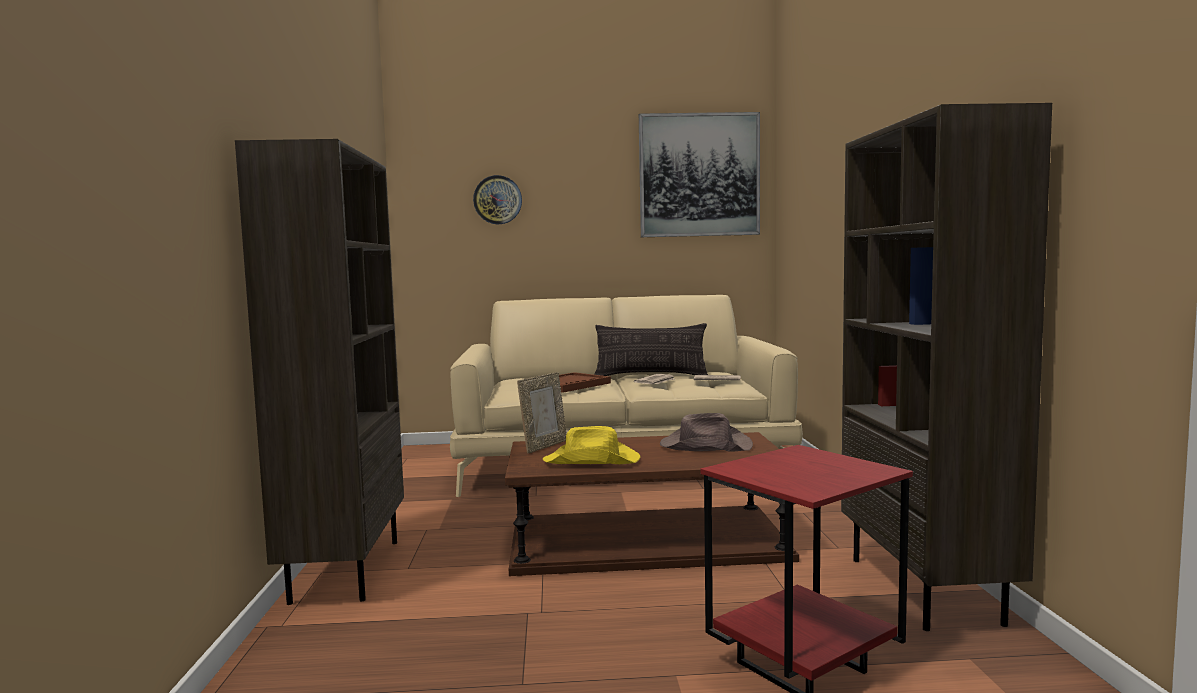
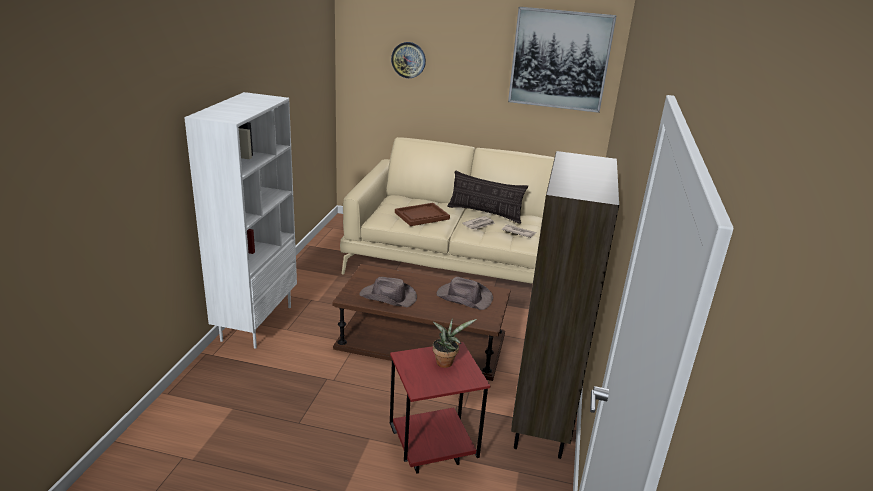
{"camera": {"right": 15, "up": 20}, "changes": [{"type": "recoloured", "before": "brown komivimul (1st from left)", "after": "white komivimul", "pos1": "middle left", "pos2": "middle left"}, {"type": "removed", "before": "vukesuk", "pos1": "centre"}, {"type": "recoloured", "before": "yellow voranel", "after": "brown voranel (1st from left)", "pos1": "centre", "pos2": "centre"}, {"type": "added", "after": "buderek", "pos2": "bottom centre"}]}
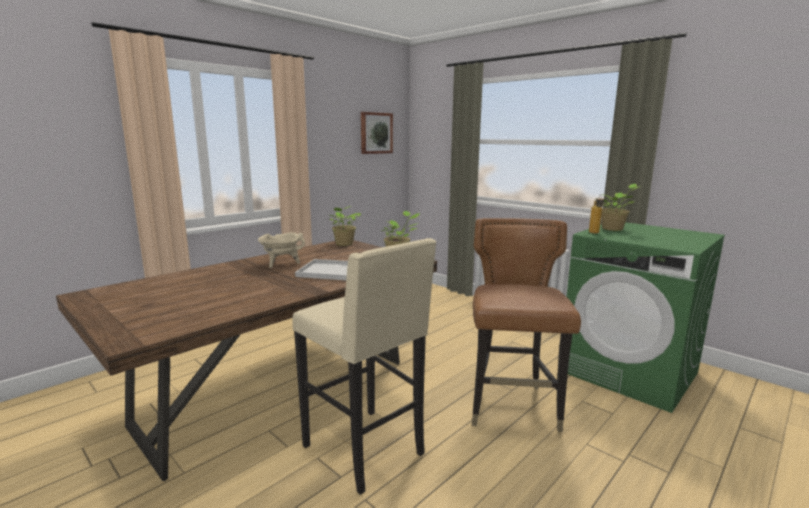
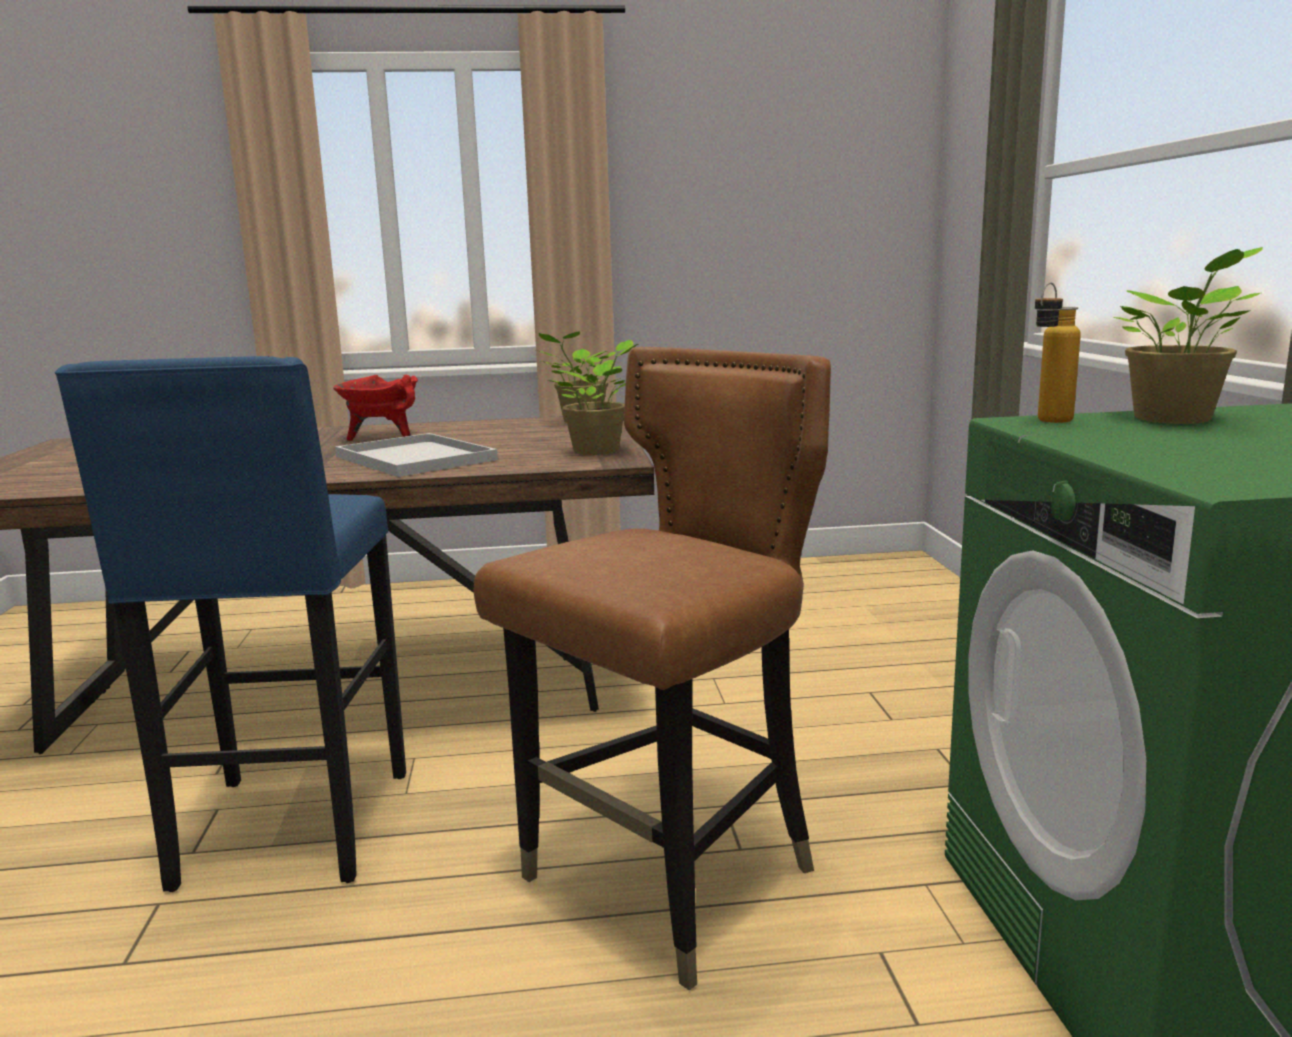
{"camera": {"right": 40, "up": 0}, "changes": [{"type": "recoloured", "before": "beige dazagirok", "after": "red dazagirok", "pos1": "centre", "pos2": "middle left"}, {"type": "recoloured", "before": "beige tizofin", "after": "blue tizofin", "pos1": "bottom centre", "pos2": "middle left"}, {"type": "removed", "before": "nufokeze", "pos1": "top centre"}]}
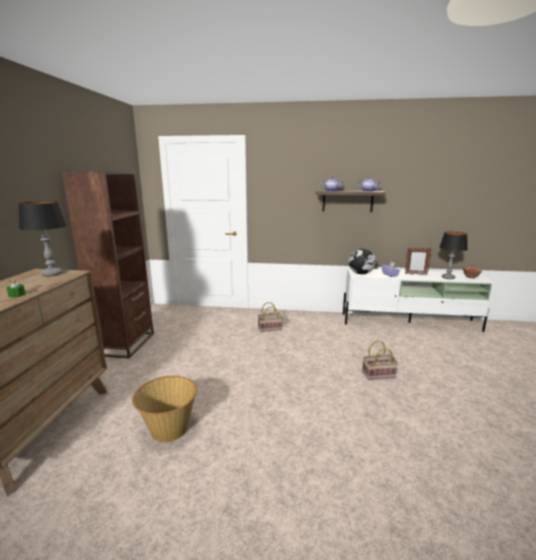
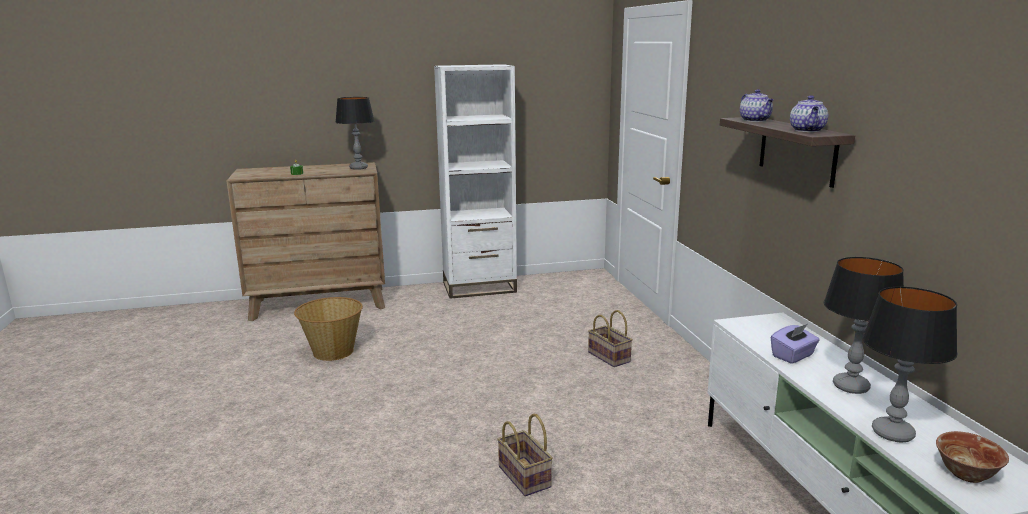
{"camera": {"right": 70, "up": 0}, "changes": [{"type": "recoloured", "before": "brown komivimul", "after": "white komivimul", "pos1": "middle left", "pos2": "centre"}, {"type": "removed", "before": "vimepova", "pos1": "middle right"}, {"type": "replaced", "before": "vukesuk", "after": "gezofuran (2nd from left)", "pos1": "middle right", "pos2": "middle right"}]}
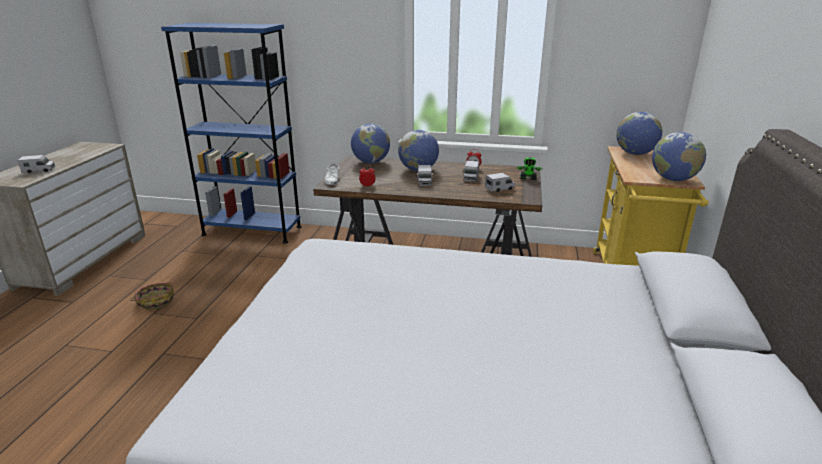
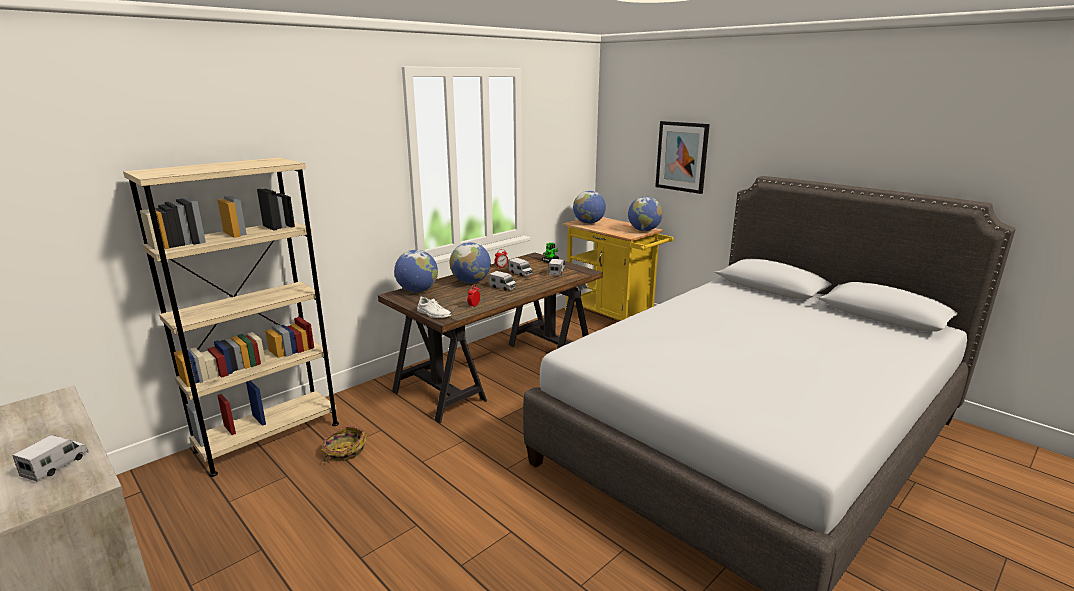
{"camera": {"right": -55, "up": -5}, "changes": [{"type": "moved", "before": "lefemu", "pos1": "middle left", "pos2": "bottom left"}, {"type": "recoloured", "before": "blue komivimul", "after": "beige komivimul", "pos1": "top left", "pos2": "middle left"}, {"type": "added", "after": "nufokeze", "pos2": "top centre"}]}
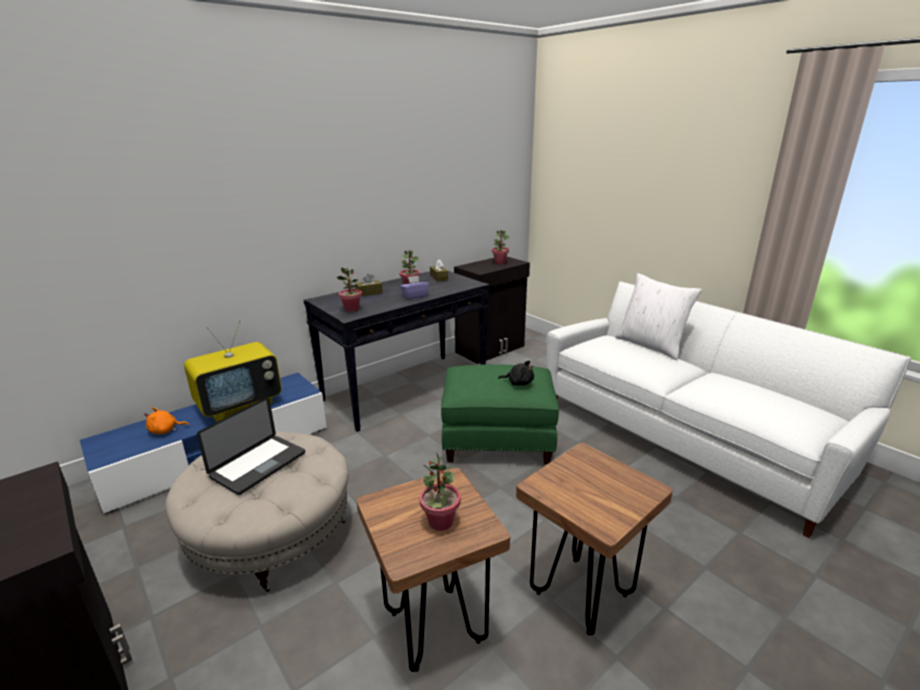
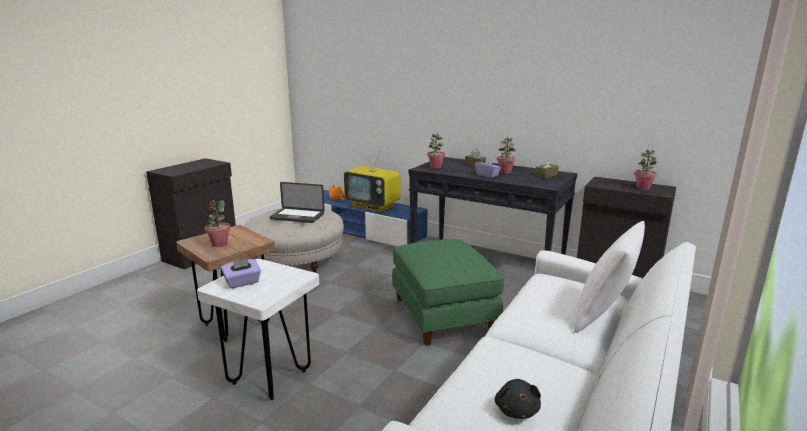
{"camera": {"right": 70, "up": -5}, "changes": [{"type": "moved", "before": "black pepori", "pos1": "centre", "pos2": "bottom centre"}, {"type": "recoloured", "before": "brown tizofin (2nd from left)", "after": "white tizofin", "pos1": "bottom centre", "pos2": "bottom left"}, {"type": "added", "after": "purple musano (1st from left)", "pos2": "middle left"}]}
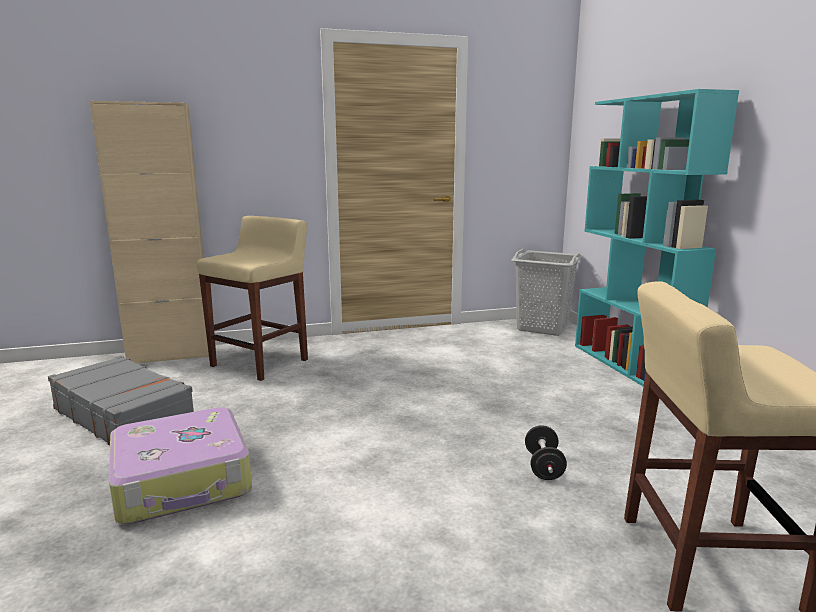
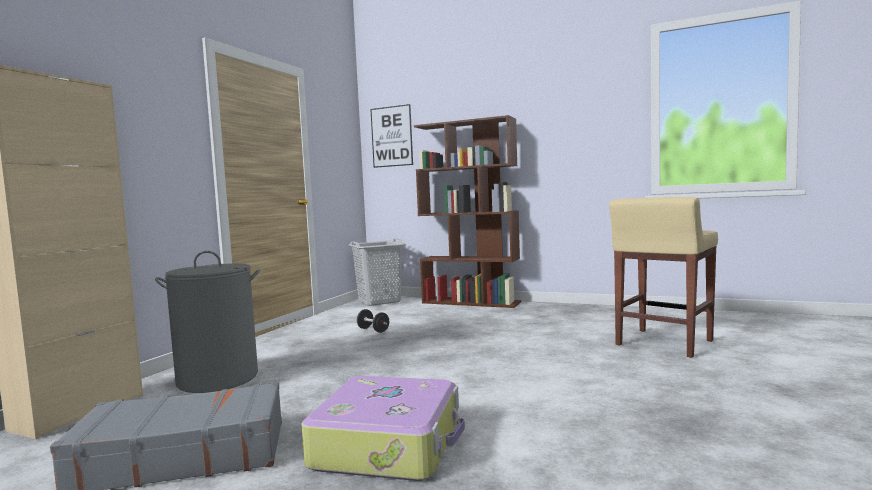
{"camera": {"right": -50, "up": -10}, "changes": [{"type": "replaced", "before": "beige tizofin (1st from left)", "after": "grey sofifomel (1st from left)", "pos1": "middle left", "pos2": "middle left"}, {"type": "moved", "before": "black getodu", "pos1": "bottom right", "pos2": "centre"}, {"type": "recoloured", "before": "turquoise komivimul", "after": "brown komivimul", "pos1": "middle right", "pos2": "centre"}, {"type": "added", "after": "nufokeze", "pos2": "top centre"}]}
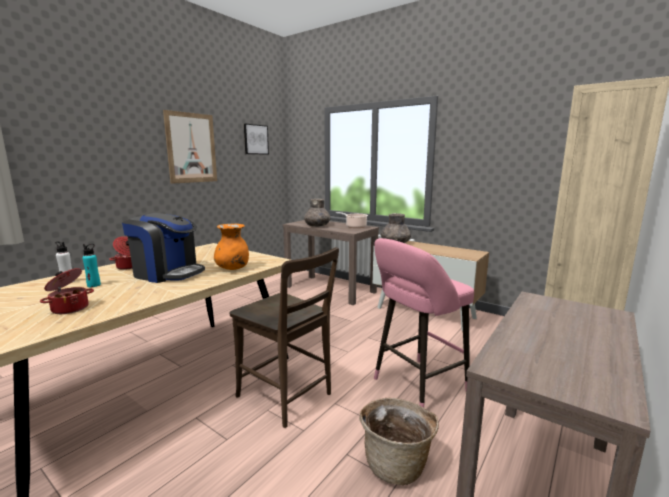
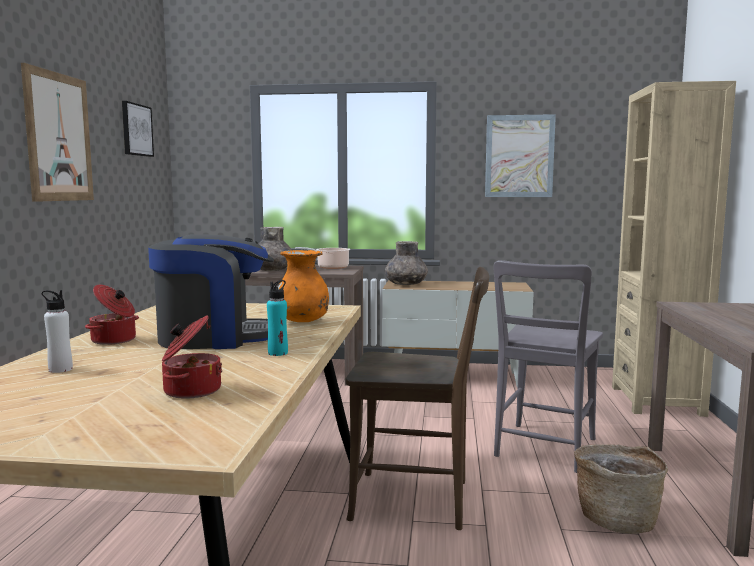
{"camera": {"right": -30, "up": -5}, "changes": [{"type": "moved", "before": "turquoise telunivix", "pos1": "middle left", "pos2": "centre"}, {"type": "replaced", "before": "pink tizofin", "after": "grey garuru", "pos1": "centre", "pos2": "middle right"}, {"type": "added", "after": "nufokeze (3rd from left)", "pos2": "top right"}]}
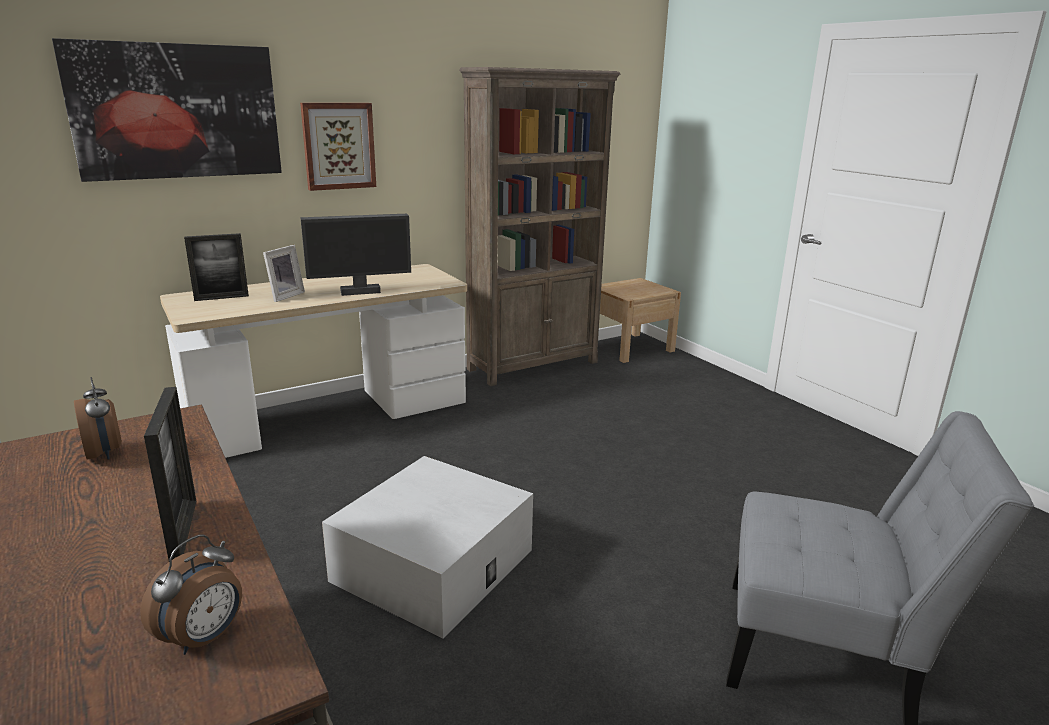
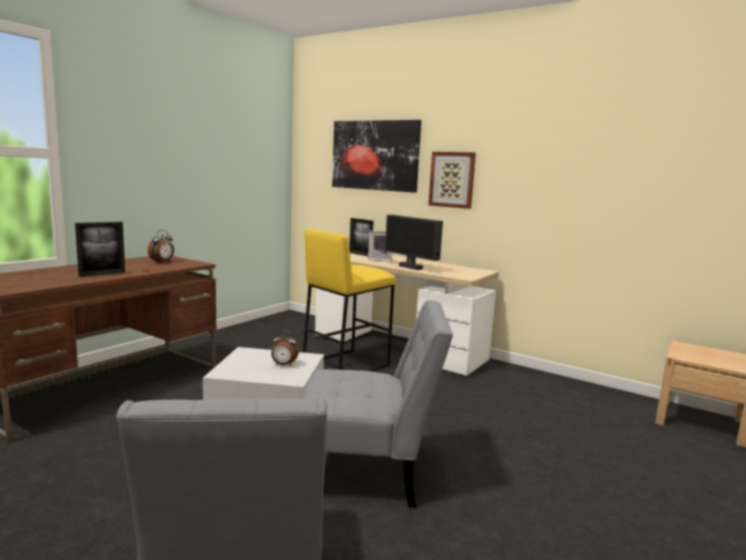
{"camera": {"right": 65, "up": -10}, "changes": [{"type": "moved", "before": "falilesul (2nd from left)", "pos1": "bottom left", "pos2": "centre"}, {"type": "removed", "before": "brown komivimul", "pos1": "top centre"}, {"type": "added", "after": "grey garuru (2nd from left)", "pos2": "bottom centre"}, {"type": "added", "after": "yellow tizofin", "pos2": "centre"}]}
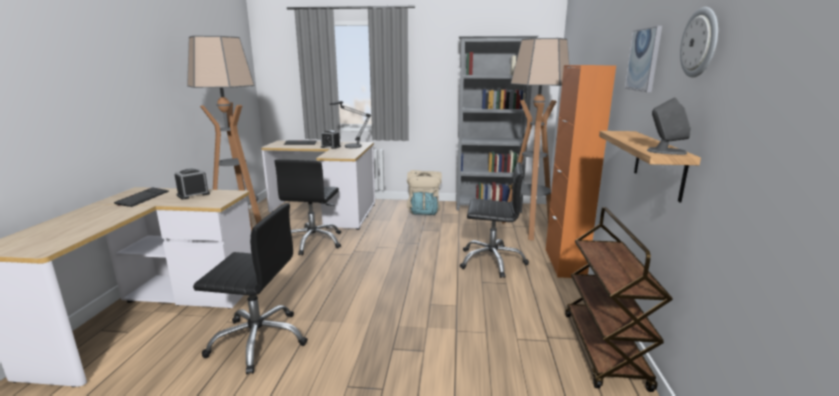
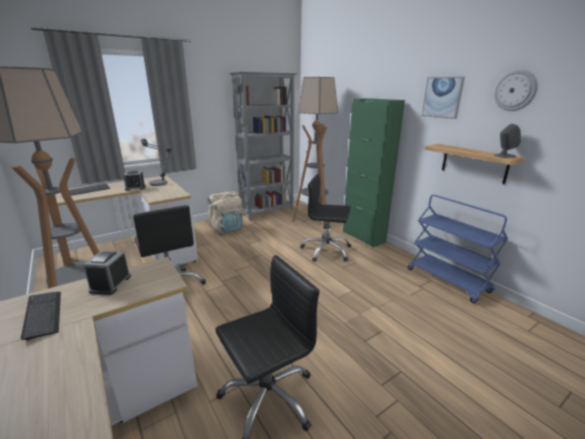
{"camera": {"right": -40, "up": 5}, "changes": [{"type": "turned", "before": "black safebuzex (3rd from left)", "pos1": "centre", "pos2": "centre", "turn": -135}, {"type": "recoloured", "before": "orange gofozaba", "after": "green gofozaba", "pos1": "middle right", "pos2": "centre"}, {"type": "recoloured", "before": "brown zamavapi", "after": "blue zamavapi", "pos1": "bottom right", "pos2": "middle right"}]}
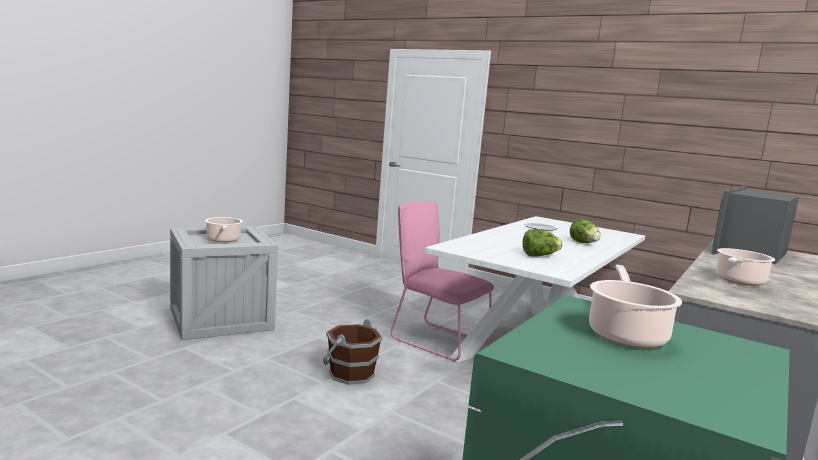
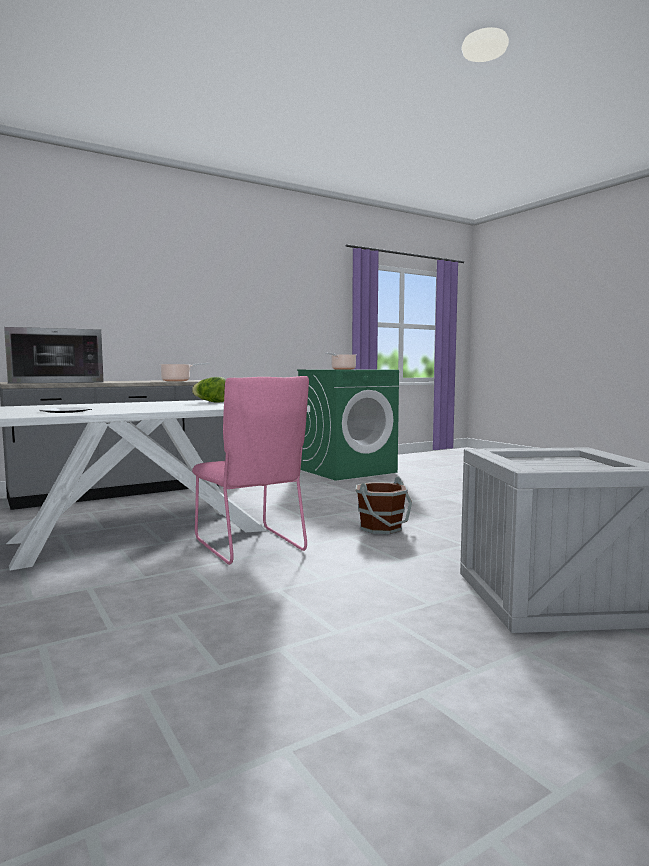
{"camera": {"right": -155, "up": -5}, "changes": [{"type": "removed", "before": "dazagirok (1st from left)", "pos1": "middle left"}, {"type": "removed", "before": "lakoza (2nd from left)", "pos1": "middle right"}]}
